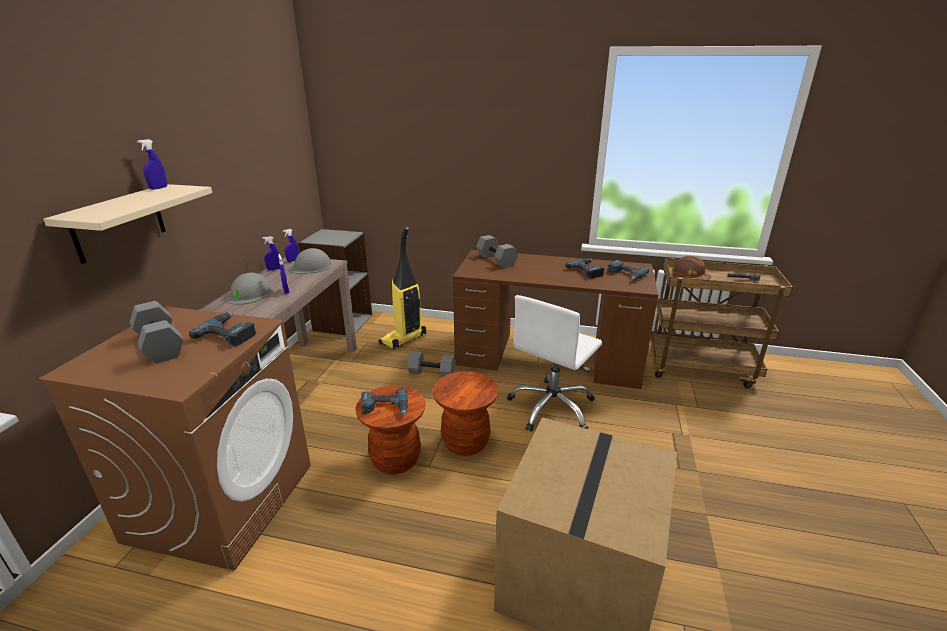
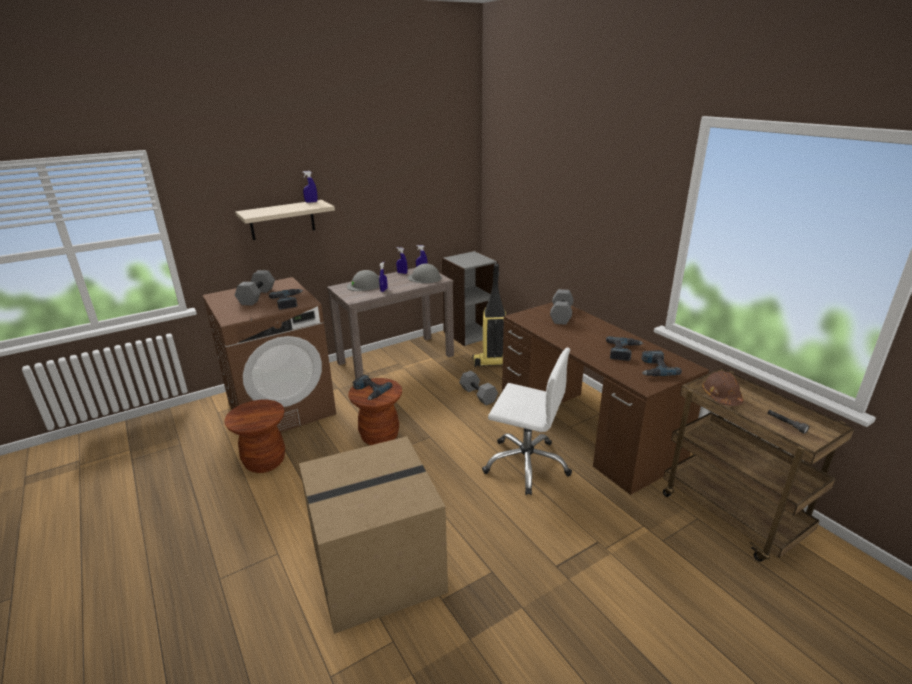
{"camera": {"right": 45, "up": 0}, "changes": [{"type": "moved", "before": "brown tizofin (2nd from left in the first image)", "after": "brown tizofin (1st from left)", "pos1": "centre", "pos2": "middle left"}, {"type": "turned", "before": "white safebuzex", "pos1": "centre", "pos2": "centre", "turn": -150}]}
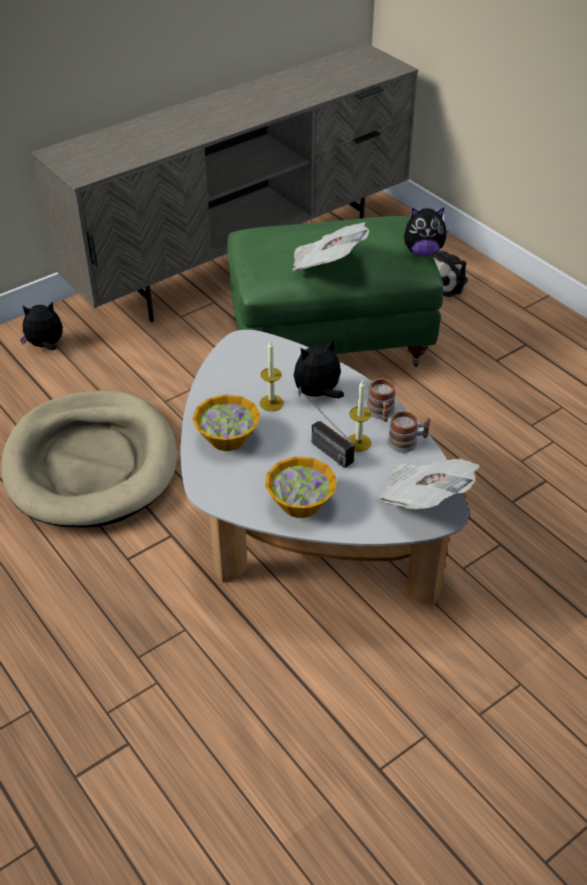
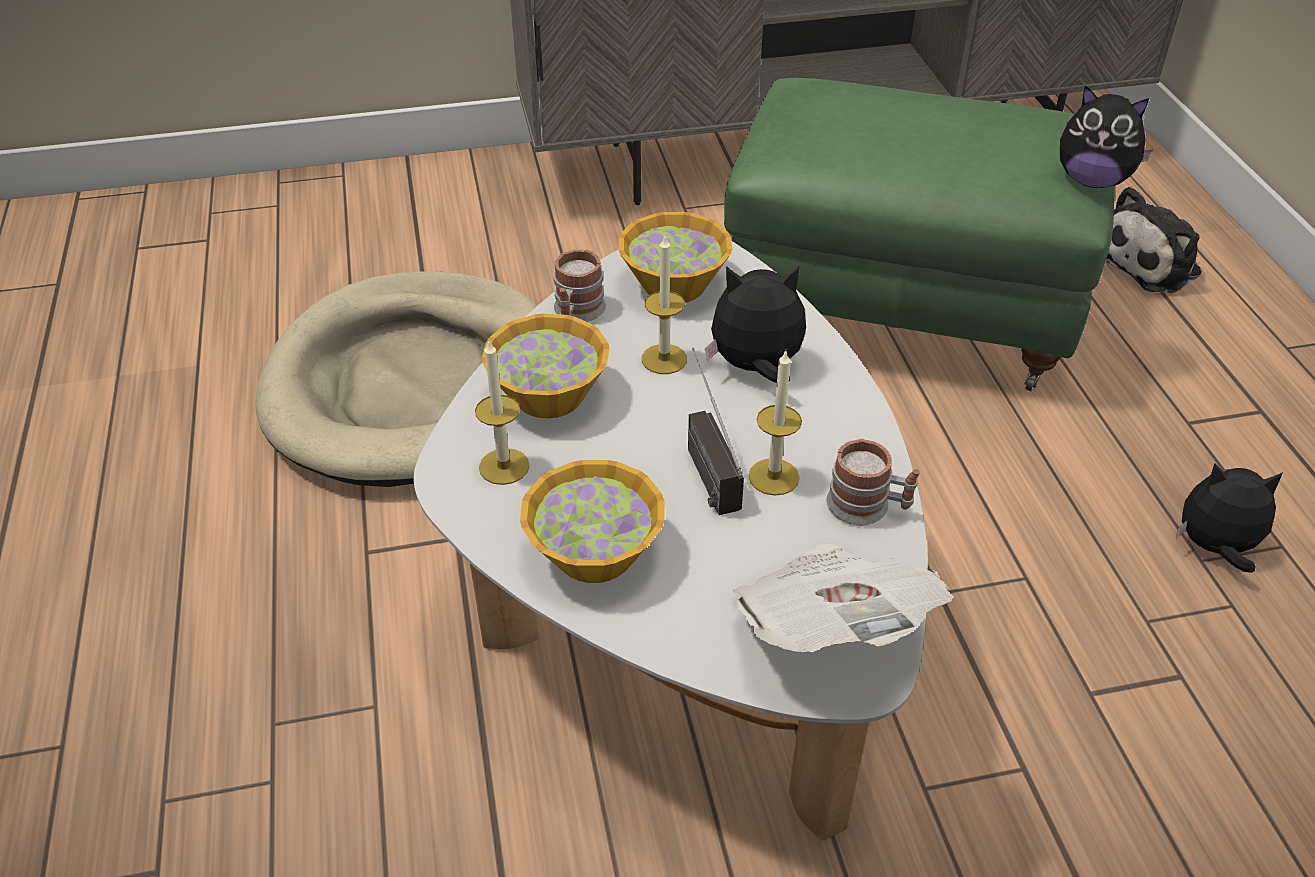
{"camera": {"right": 25, "up": 0}, "changes": [{"type": "moved", "before": "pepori (1st from left in the first image)", "after": "pepori (4th from left)", "pos1": "middle left", "pos2": "middle right"}, {"type": "removed", "before": "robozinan (1st from left)", "pos1": "top centre"}, {"type": "moved", "before": "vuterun (1st from left)", "pos1": "centre", "pos2": "top centre"}, {"type": "added", "after": "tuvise (1st from left)", "pos2": "centre"}, {"type": "added", "after": "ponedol (3rd from left)", "pos2": "top centre"}]}
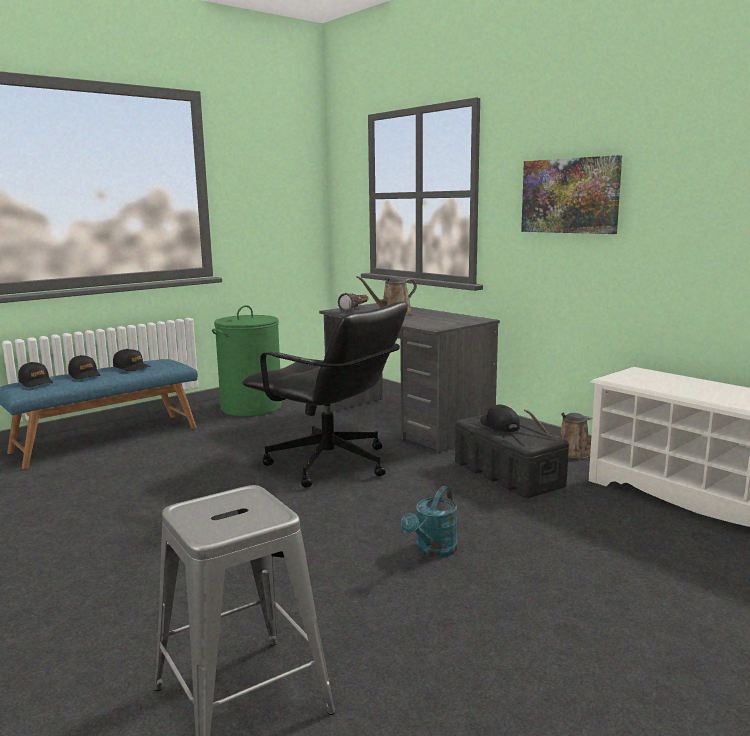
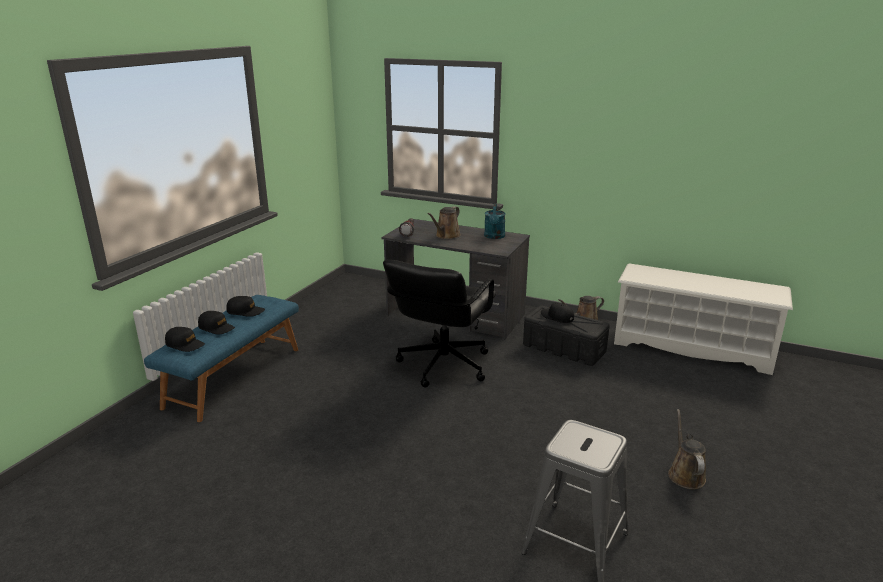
{"camera": {"right": -25, "up": 10}, "changes": [{"type": "removed", "before": "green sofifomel", "pos1": "middle left"}, {"type": "turned", "before": "black safebuzex", "pos1": "centre", "pos2": "centre", "turn": 105}, {"type": "moved", "before": "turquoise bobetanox", "pos1": "bottom centre", "pos2": "centre"}, {"type": "removed", "before": "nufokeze", "pos1": "top right"}, {"type": "added", "after": "brown bobetanox (3rd from left)", "pos2": "bottom right"}]}
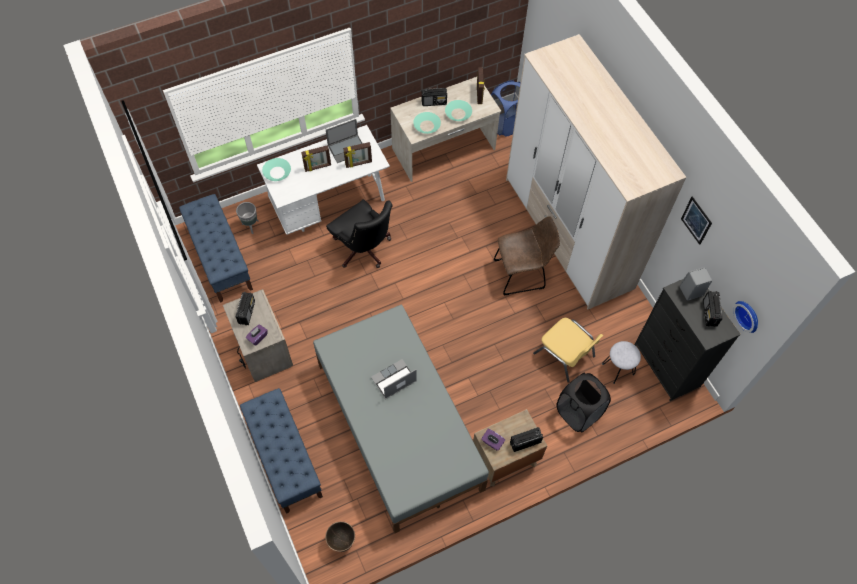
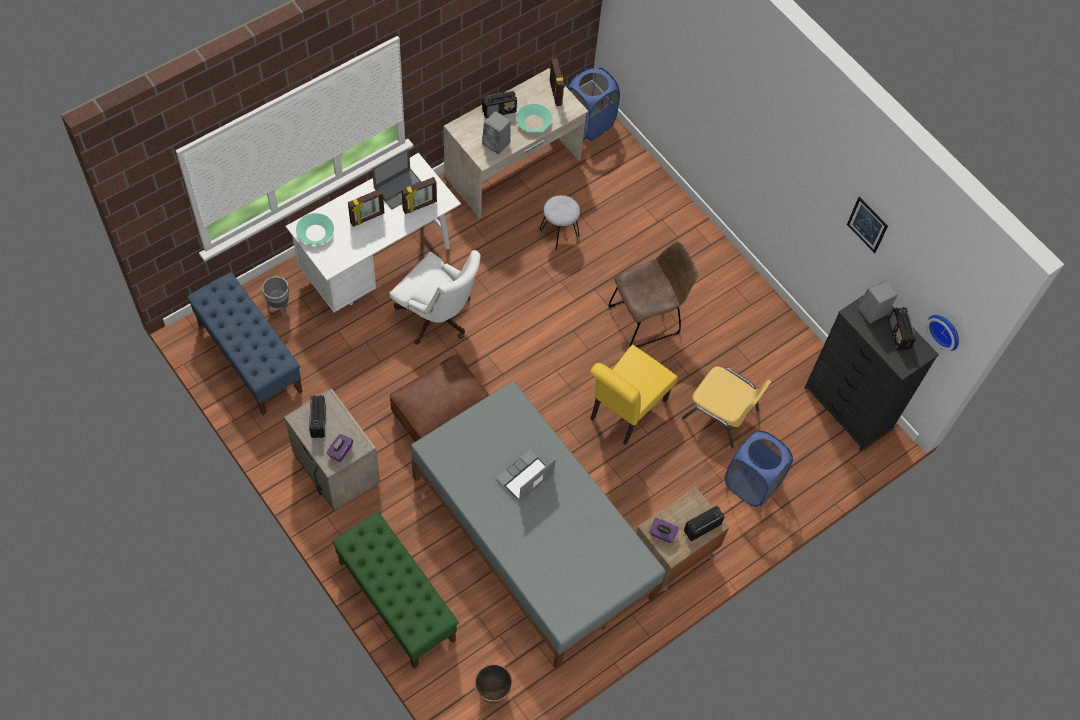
{"camera": {"right": -15, "up": 0}, "changes": [{"type": "recoloured", "before": "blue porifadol (2nd from left)", "after": "green porifadol", "pos1": "bottom left", "pos2": "bottom centre"}, {"type": "recoloured", "before": "black safebuzex", "after": "white safebuzex", "pos1": "centre", "pos2": "centre"}, {"type": "replaced", "before": "turquoise ponedol (2nd from left)", "after": "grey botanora (1st from left)", "pos1": "top centre", "pos2": "top centre"}, {"type": "removed", "before": "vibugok", "pos1": "top right"}, {"type": "recoloured", "before": "black sofifomel", "after": "blue sofifomel (2nd from left)", "pos1": "bottom right", "pos2": "middle right"}, {"type": "moved", "before": "grey tizofin", "pos1": "middle right", "pos2": "top centre"}, {"type": "added", "after": "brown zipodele", "pos2": "centre"}, {"type": "added", "after": "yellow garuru (1st from left)", "pos2": "centre"}]}
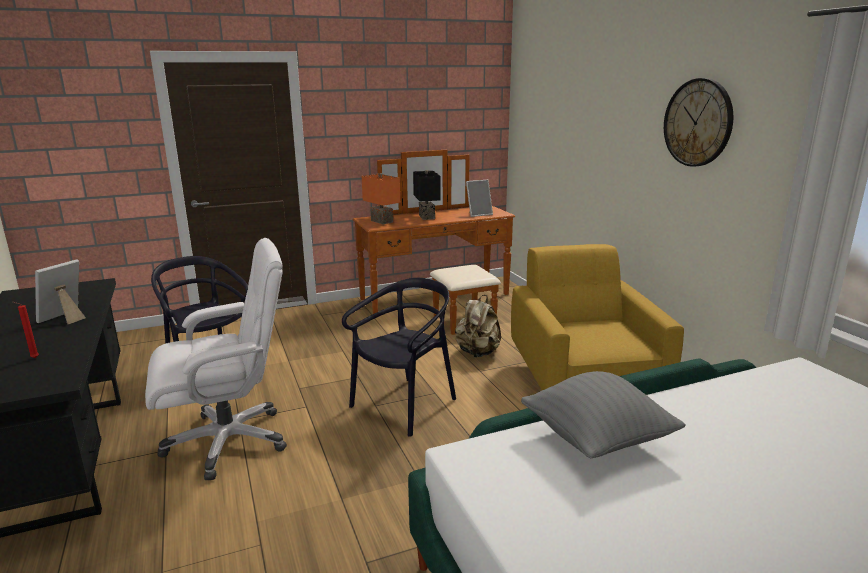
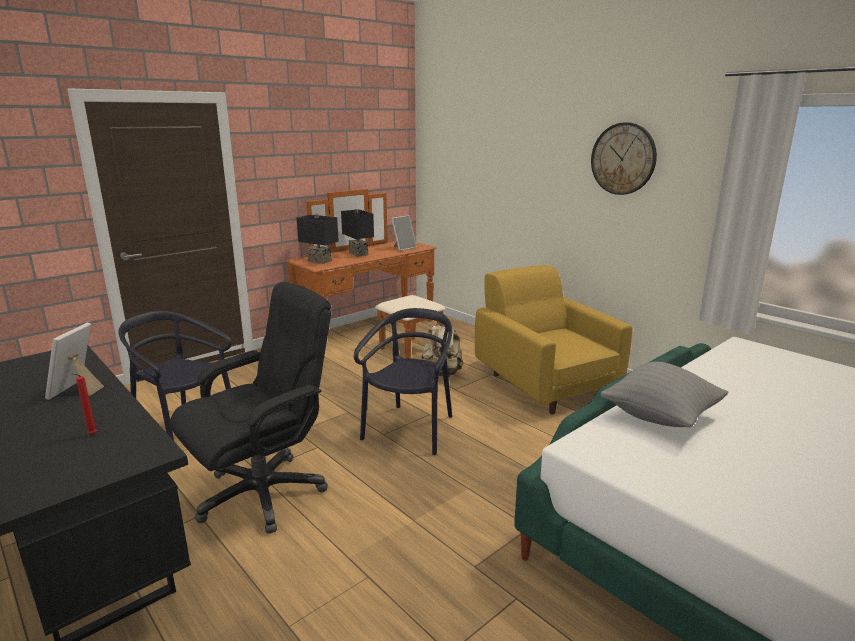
{"camera": {"right": -20, "up": 0}, "changes": [{"type": "recoloured", "before": "white safebuzex", "after": "black safebuzex", "pos1": "middle left", "pos2": "middle left"}, {"type": "recoloured", "before": "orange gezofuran", "after": "black gezofuran (1st from left)", "pos1": "centre", "pos2": "centre"}]}
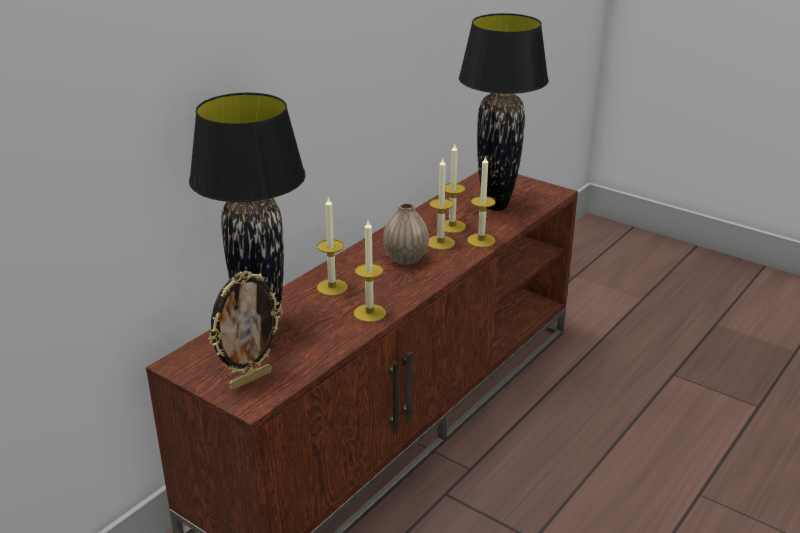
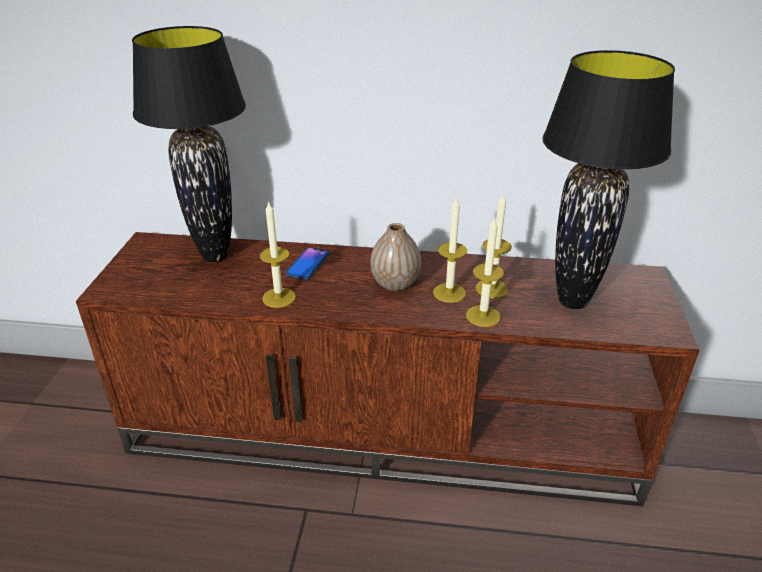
{"camera": {"right": 60, "up": 5}, "changes": [{"type": "removed", "before": "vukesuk", "pos1": "middle left"}, {"type": "replaced", "before": "tuvise (1st from left)", "after": "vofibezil", "pos1": "centre", "pos2": "centre"}]}
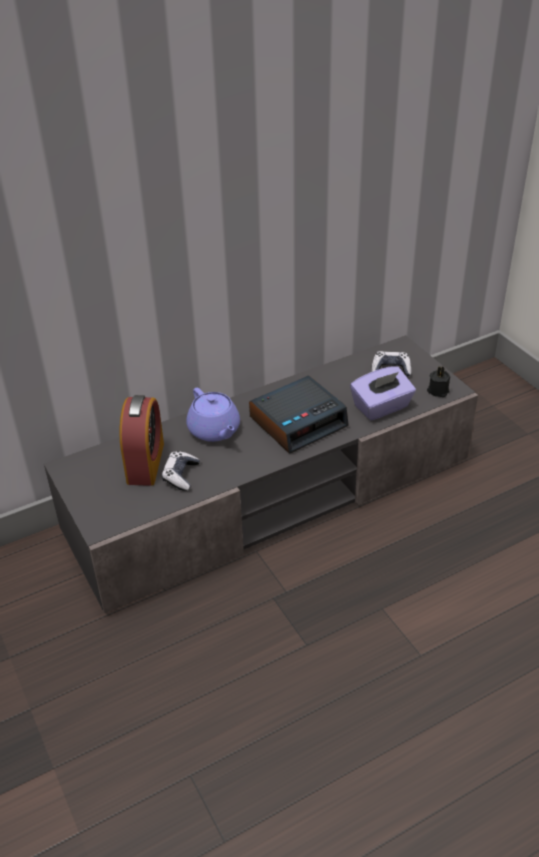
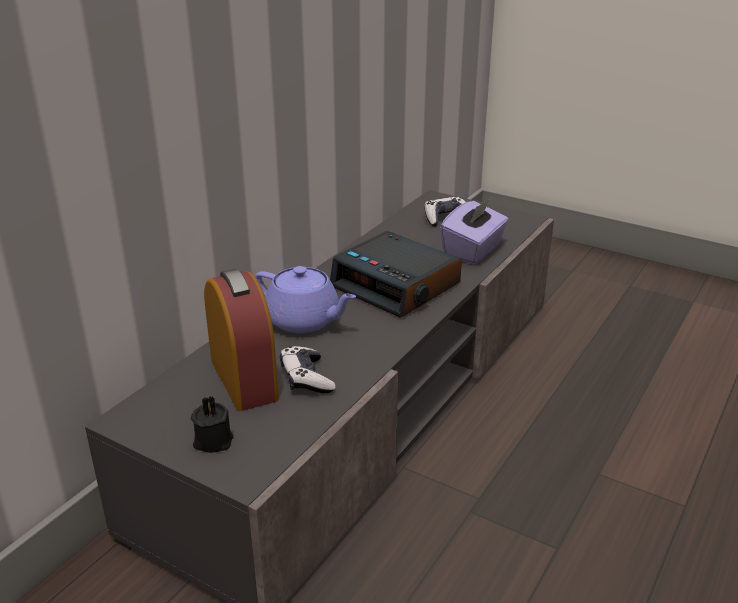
{"camera": {"right": -30, "up": -10}, "changes": [{"type": "turned", "before": "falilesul (2nd from left)", "pos1": "centre", "pos2": "centre", "turn": 105}, {"type": "moved", "before": "black tuvise", "pos1": "middle right", "pos2": "bottom left"}]}
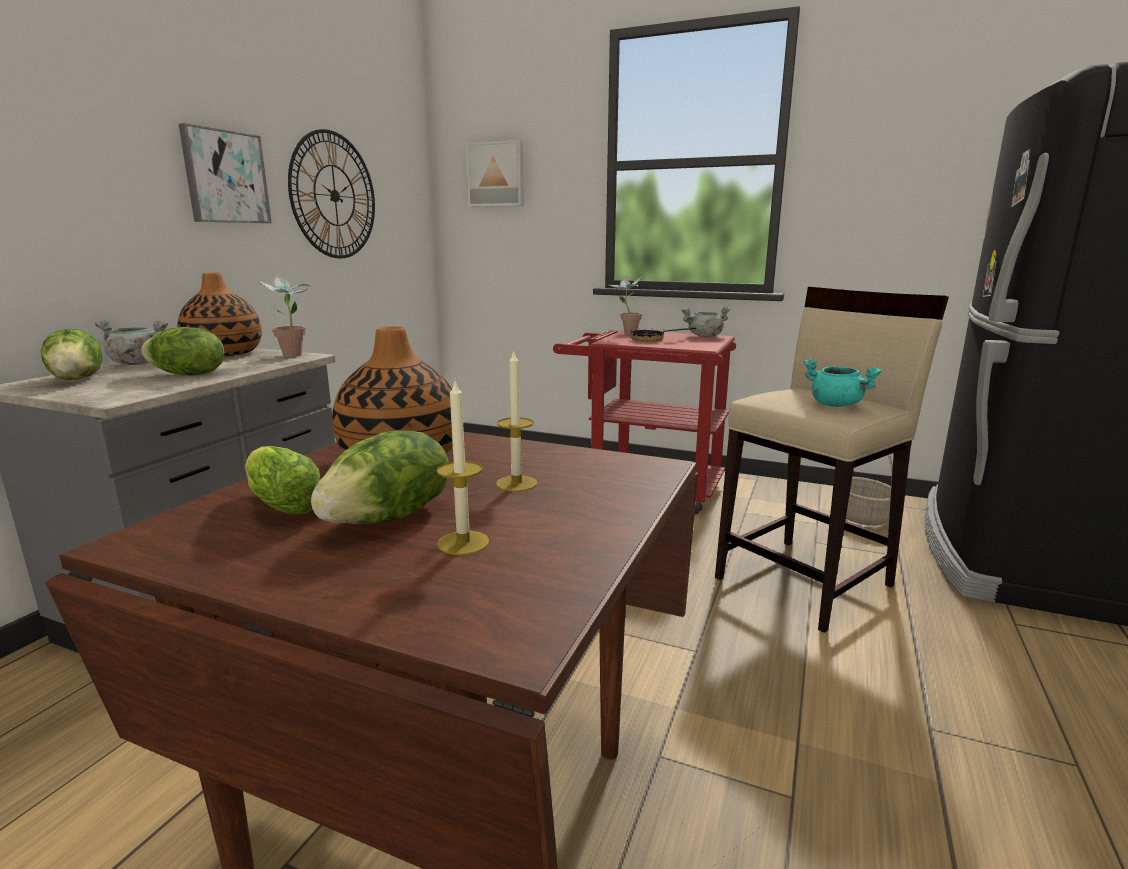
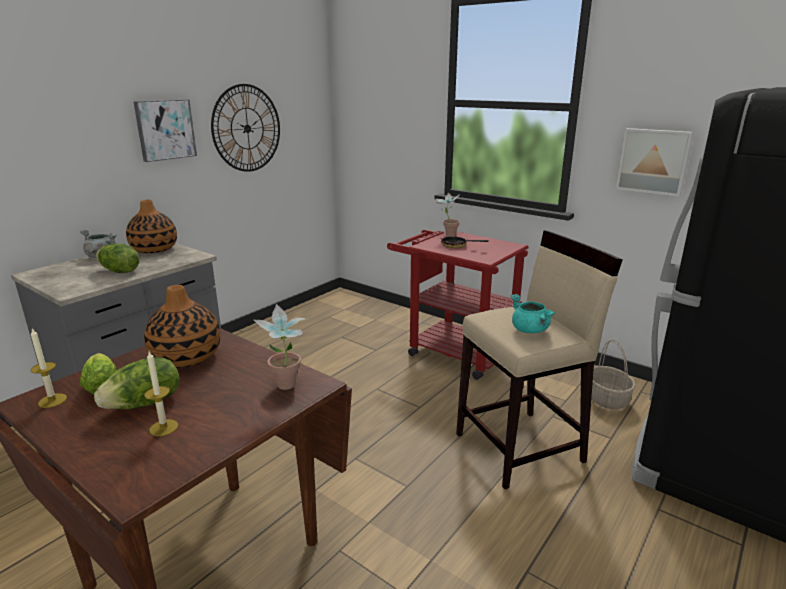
{"camera": {"right": 15, "up": 5}, "changes": [{"type": "removed", "before": "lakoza (1st from left)", "pos1": "middle left"}, {"type": "moved", "before": "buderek (1st from left)", "pos1": "middle left", "pos2": "centre"}, {"type": "moved", "before": "nufokeze (2nd from left)", "pos1": "top centre", "pos2": "top right"}, {"type": "moved", "before": "tuvise (2nd from left in the first image)", "after": "tuvise (1st from left)", "pos1": "centre", "pos2": "middle left"}, {"type": "removed", "before": "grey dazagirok (2nd from left)", "pos1": "centre"}]}
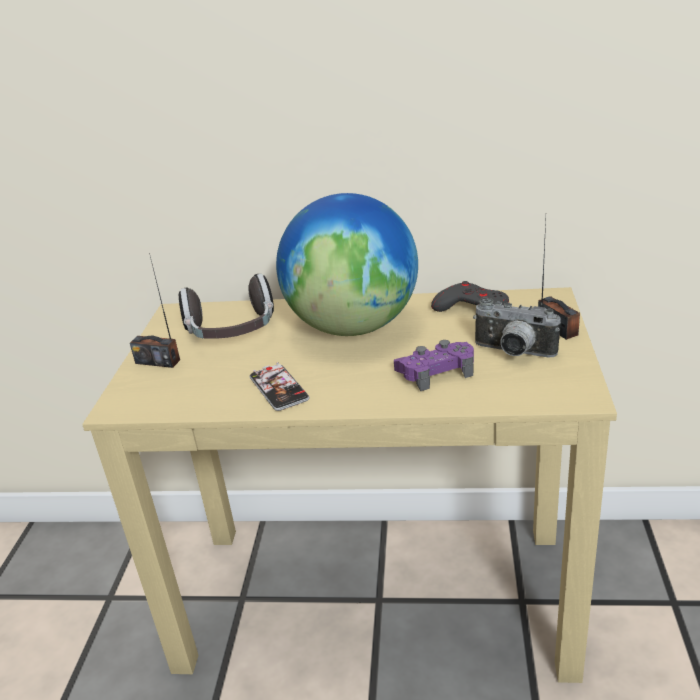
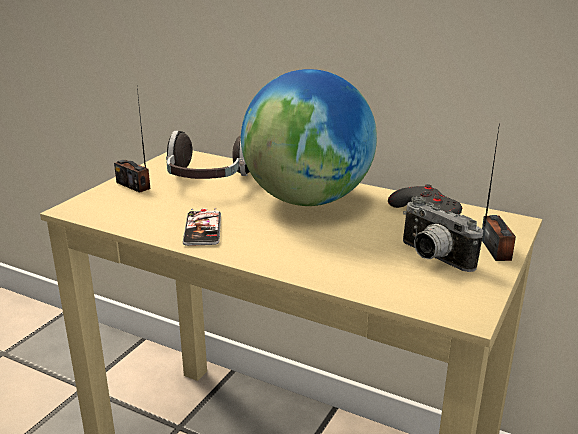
{"camera": {"right": 20, "up": -5}, "changes": [{"type": "removed", "before": "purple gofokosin", "pos1": "centre"}]}
